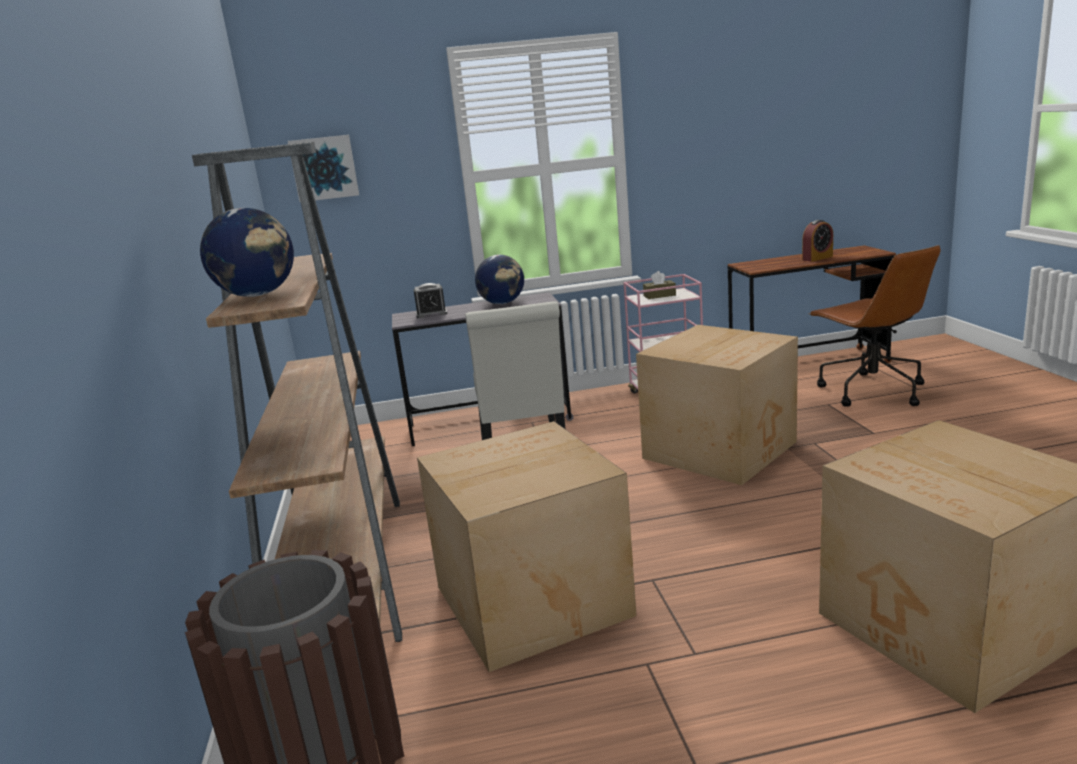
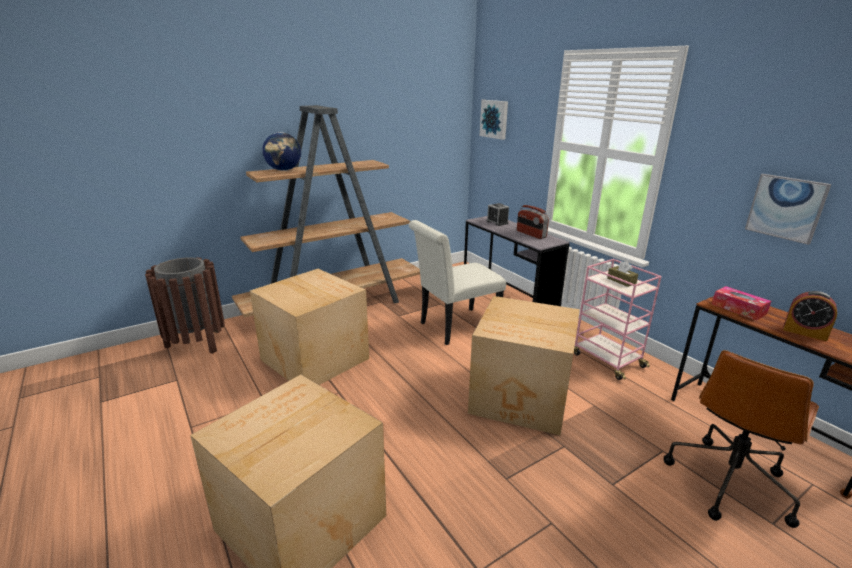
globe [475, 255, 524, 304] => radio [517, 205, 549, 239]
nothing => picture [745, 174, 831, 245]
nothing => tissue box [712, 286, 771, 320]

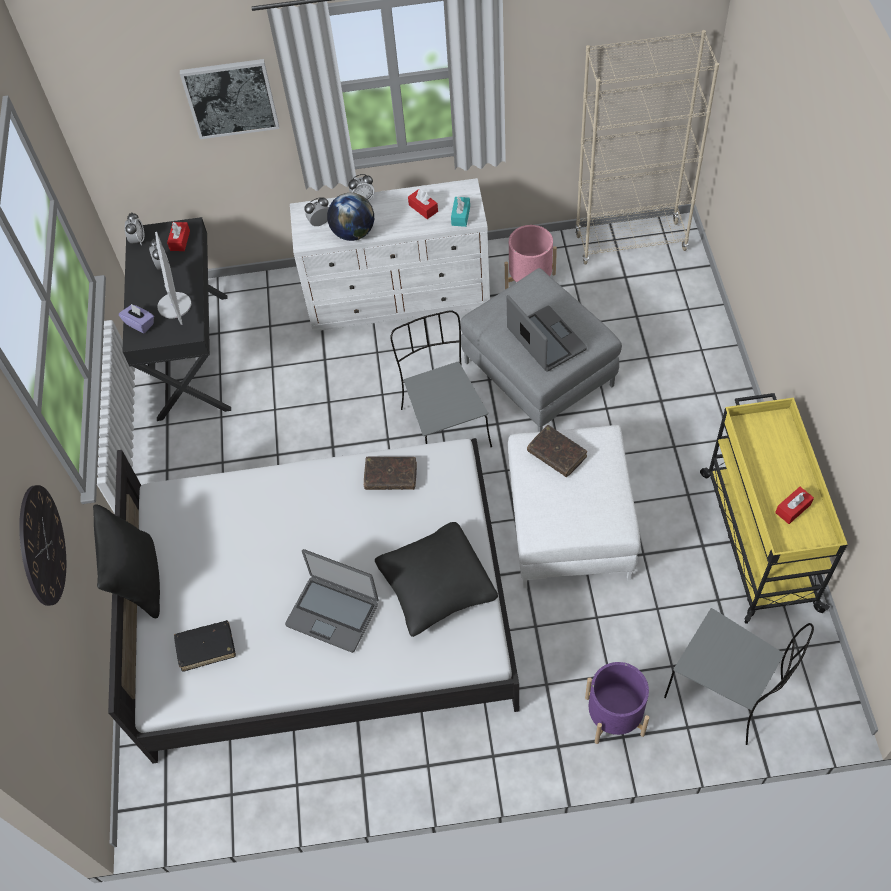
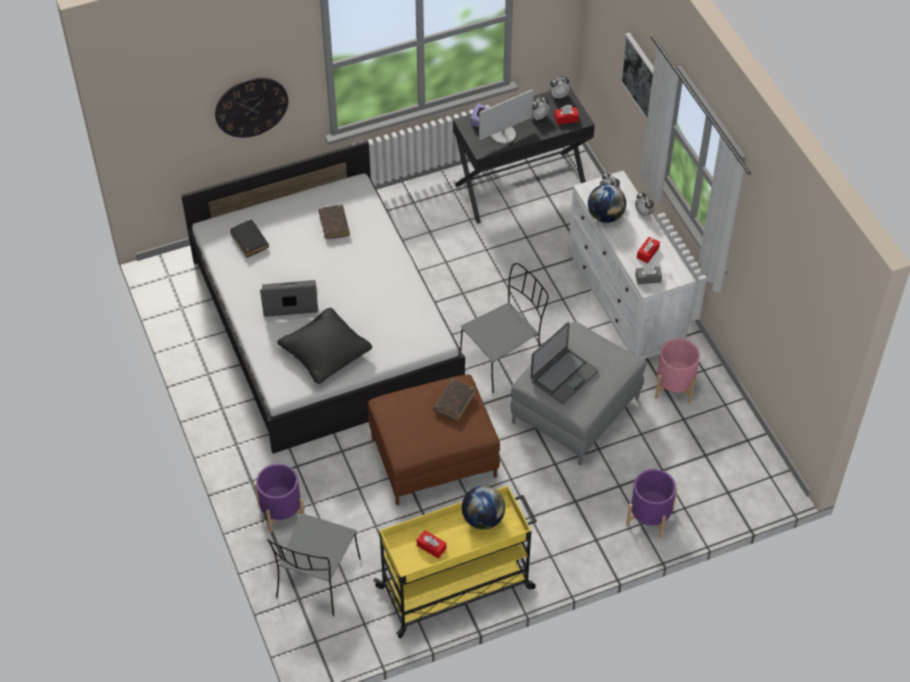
beige bookcase [575, 30, 719, 265] => nothing
turquoise tissue box [451, 197, 470, 227] => grey tissue box [635, 264, 662, 285]
white ottoman [508, 425, 641, 588] => brown ottoman [368, 374, 500, 505]
brown book [364, 457, 417, 490] => brown book [318, 205, 350, 239], moved
black pillow [93, 504, 160, 618] => nothing
laptop [285, 549, 378, 653] => laptop [260, 280, 318, 317], 75 degrees clockwise
nothing => purple planter [626, 469, 677, 538]
nothing => globe [462, 486, 505, 530]

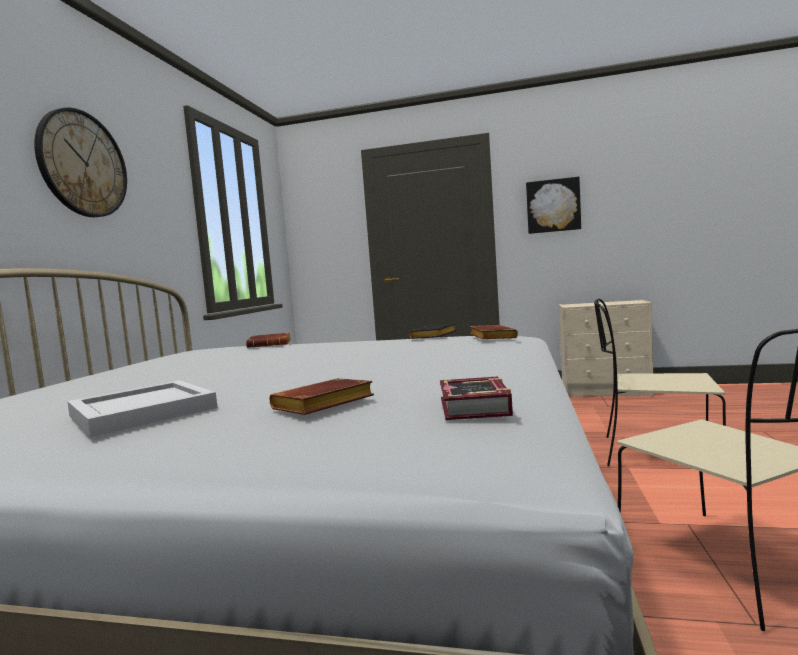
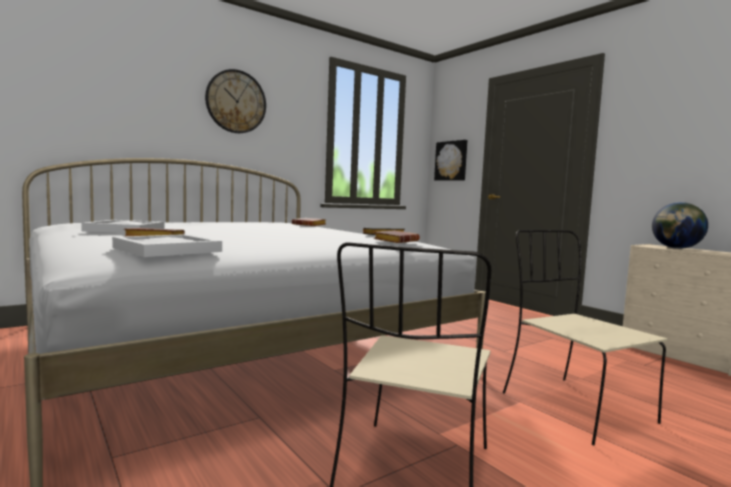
picture [526, 177, 581, 234] => picture [434, 140, 467, 181], moved
book [440, 376, 513, 420] => white tray [112, 234, 222, 257]
nothing => globe [652, 202, 708, 249]

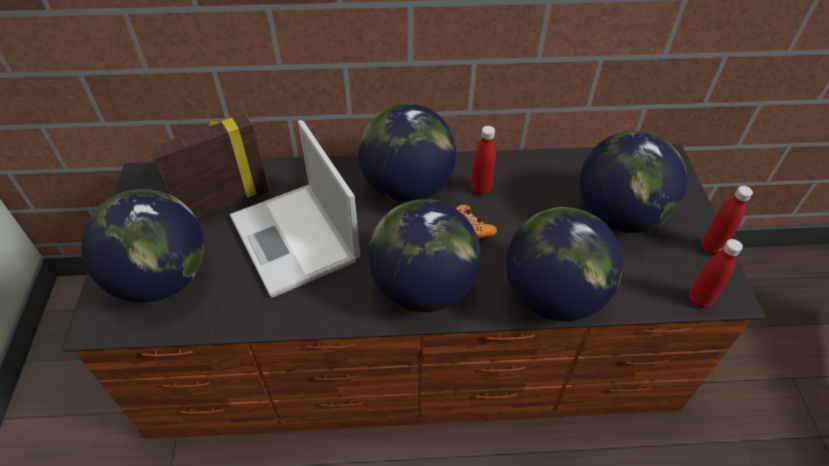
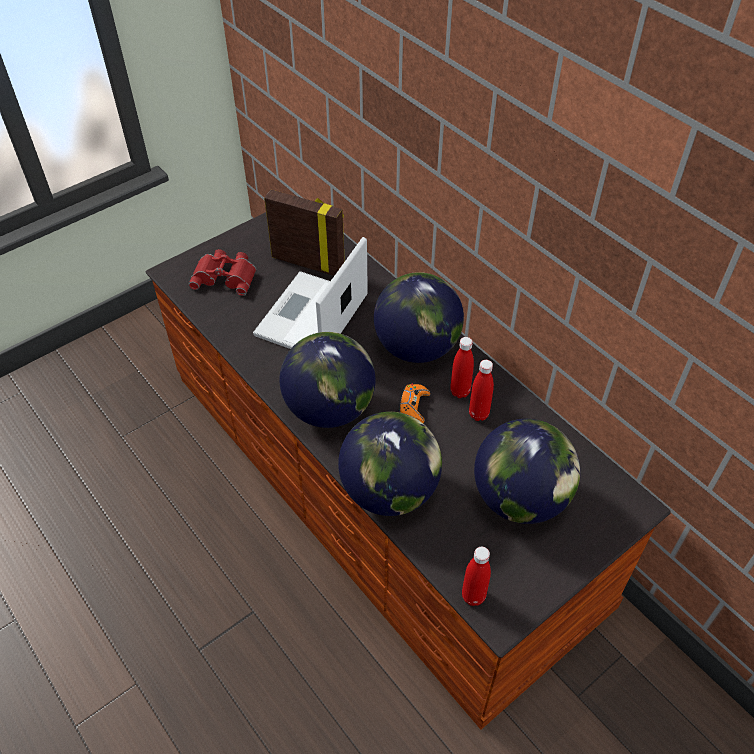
red bottle [701, 186, 753, 255] => red bottle [469, 360, 494, 421], moved
globe [81, 189, 204, 303] => red binoculars [189, 249, 256, 296]

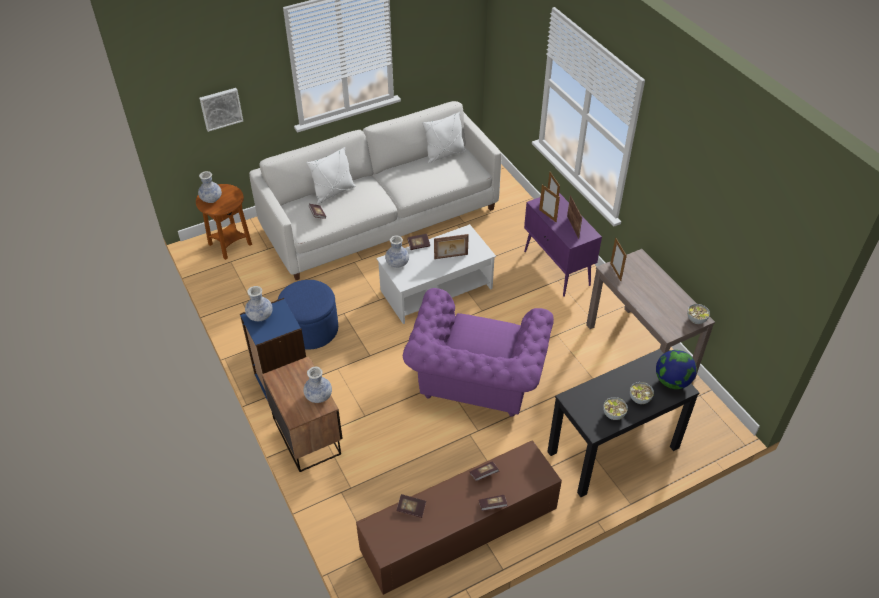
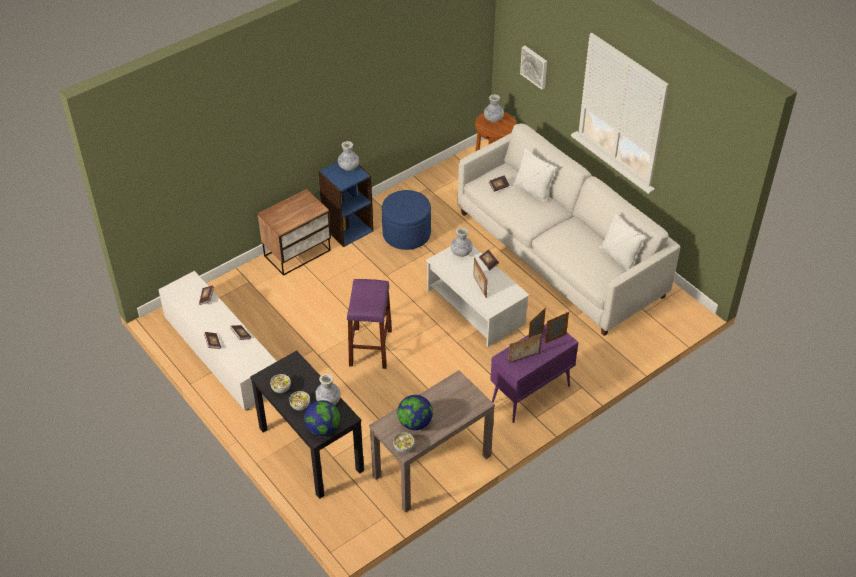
picture frame [610, 237, 627, 281] => nothing
purple armchair [403, 288, 554, 417] => purple stool [347, 279, 392, 369]
vase [303, 367, 332, 403] => vase [315, 373, 341, 405], moved
brown tv stand [356, 440, 562, 595] => white tv stand [158, 271, 277, 411]
nothing => globe [397, 395, 433, 430]

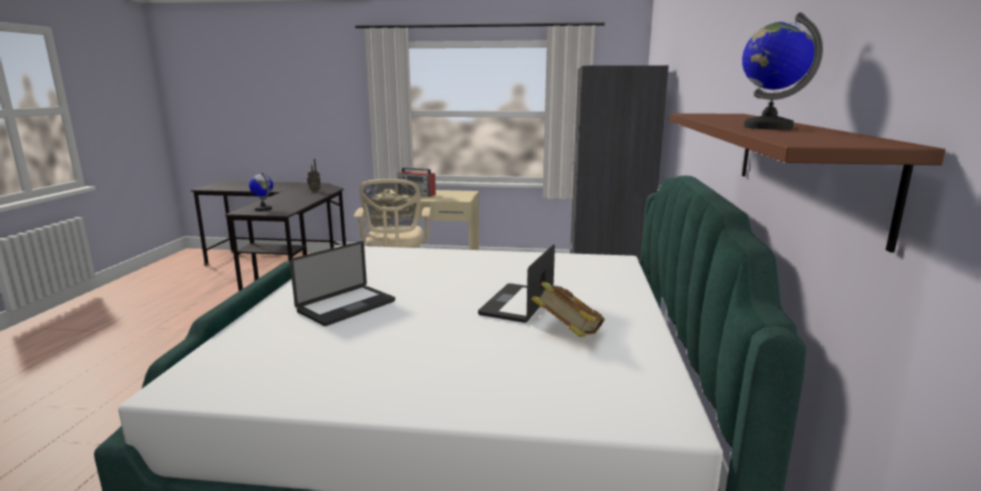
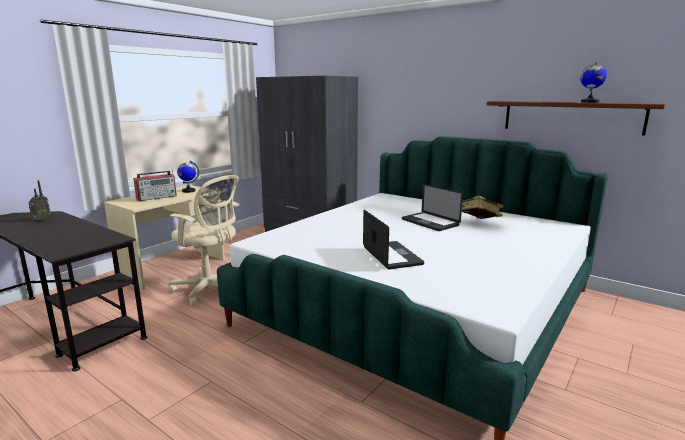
globe [249, 172, 273, 211] => globe [177, 160, 199, 193], moved

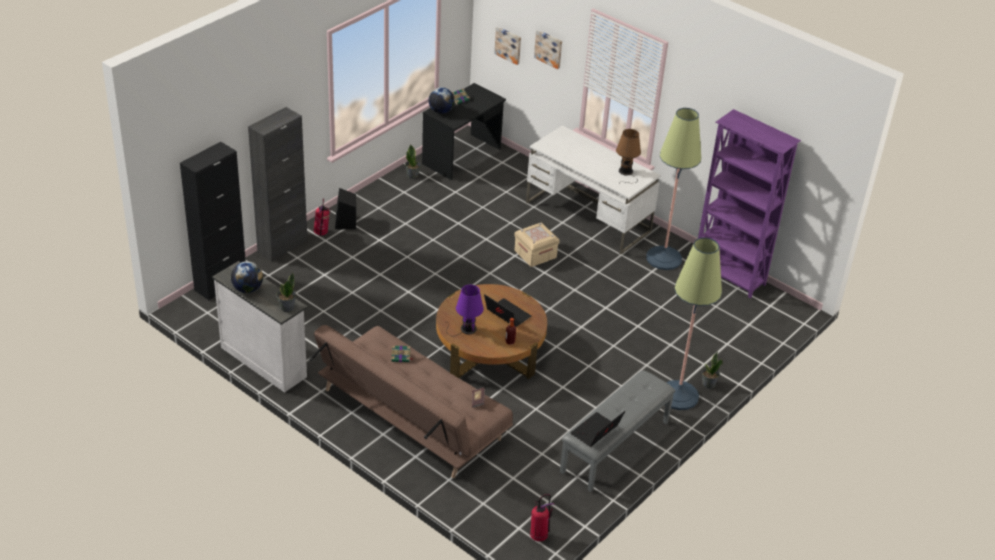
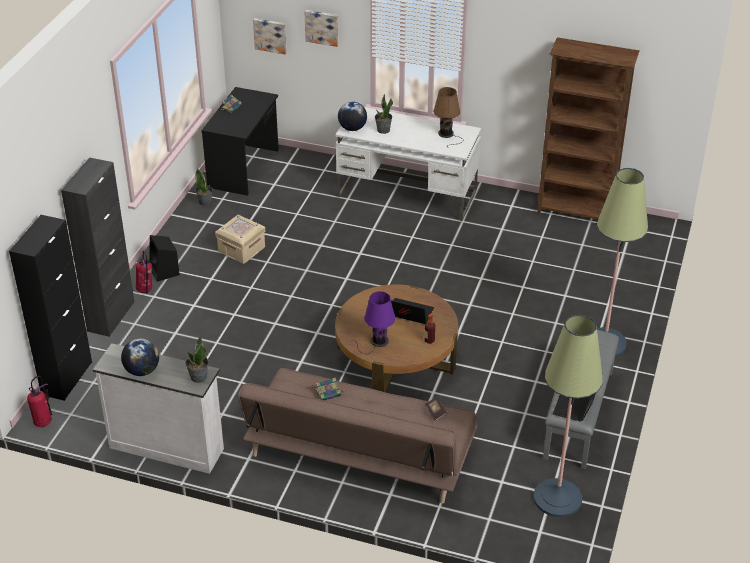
globe [428, 87, 455, 114] => globe [338, 102, 367, 131], moved
floor lamp [646, 108, 701, 270] => floor lamp [534, 315, 603, 517], moved
purple bookcase [698, 109, 801, 298] => brown bookcase [537, 37, 640, 220]
beige storage box [514, 223, 560, 267] => beige storage box [215, 215, 265, 264], moved
potted plant [702, 352, 723, 389] => potted plant [375, 94, 393, 134], moved
fire extinguisher [530, 494, 555, 541] => fire extinguisher [27, 376, 52, 427], moved

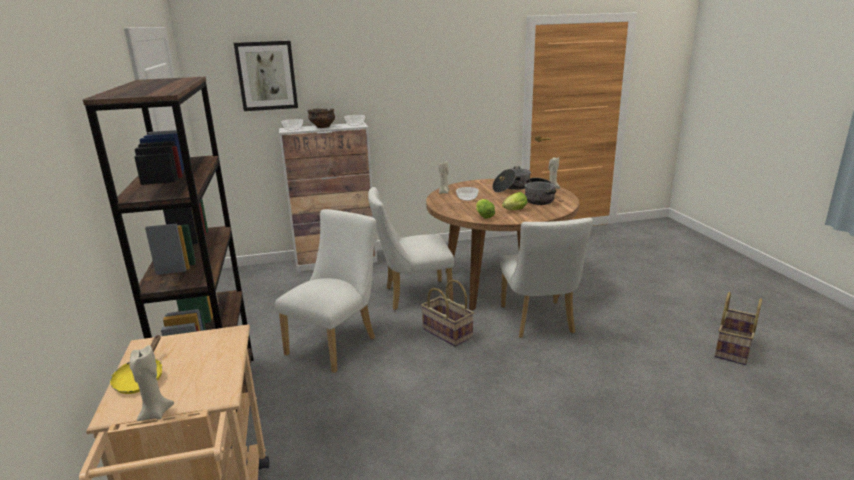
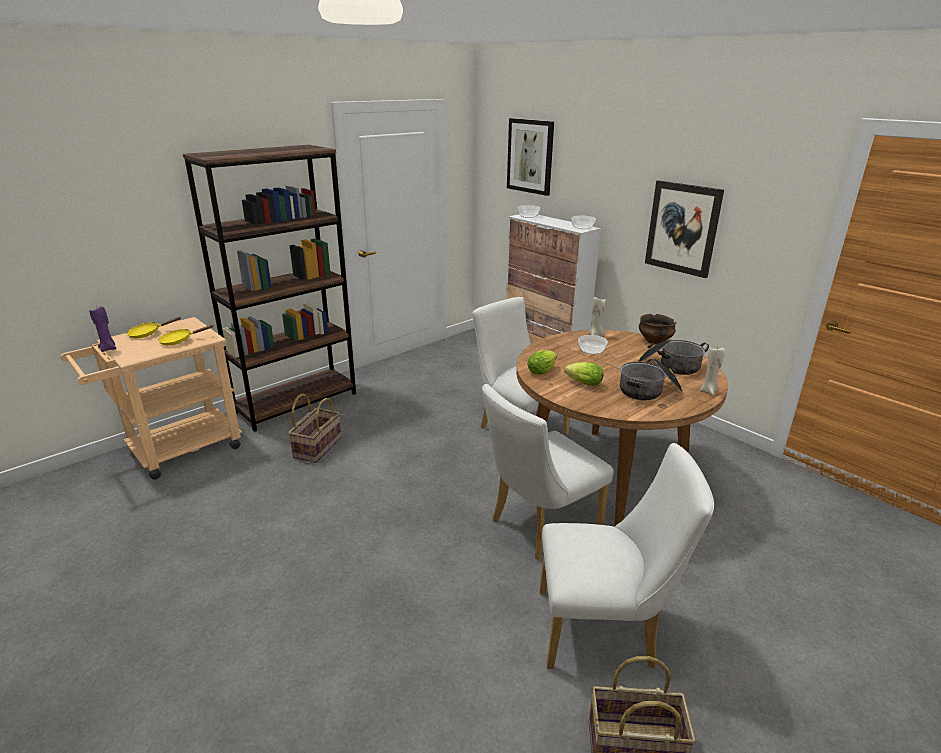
bowl [308, 109, 335, 128] => bowl [639, 314, 676, 344], moved
white chair [275, 209, 376, 373] => white chair [540, 443, 714, 669], moved
basket [421, 280, 474, 347] => basket [288, 393, 342, 463], moved
beige candle [129, 345, 174, 421] => purple candle [89, 306, 117, 352]
nothing => picture [645, 180, 724, 278]
nothing => yellow frying pan [158, 325, 214, 346]

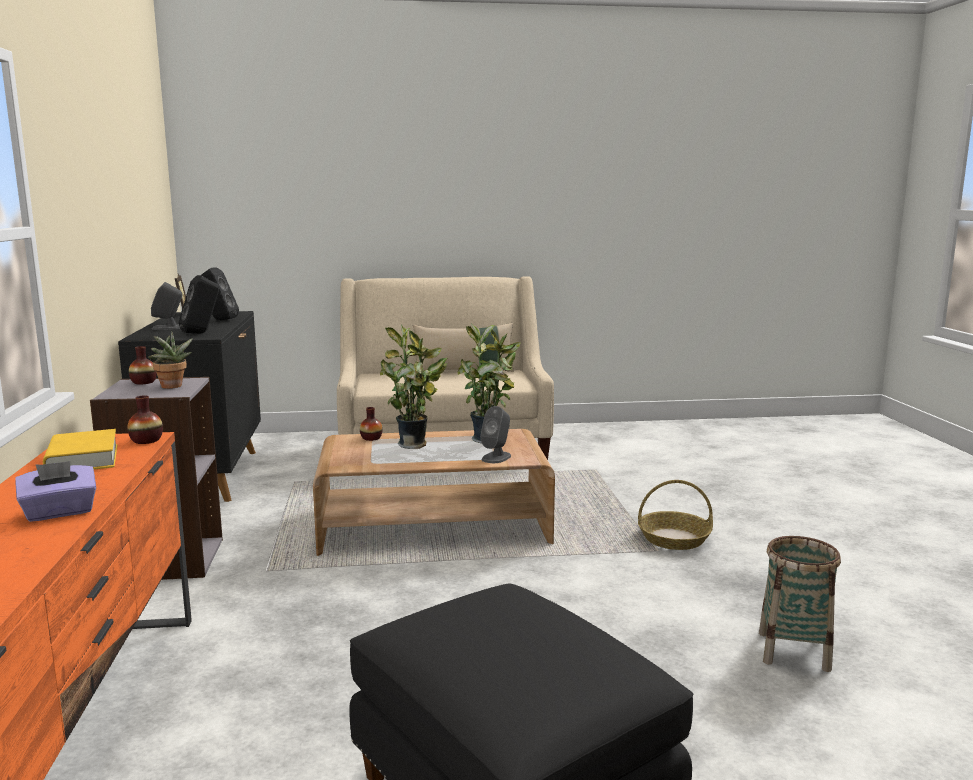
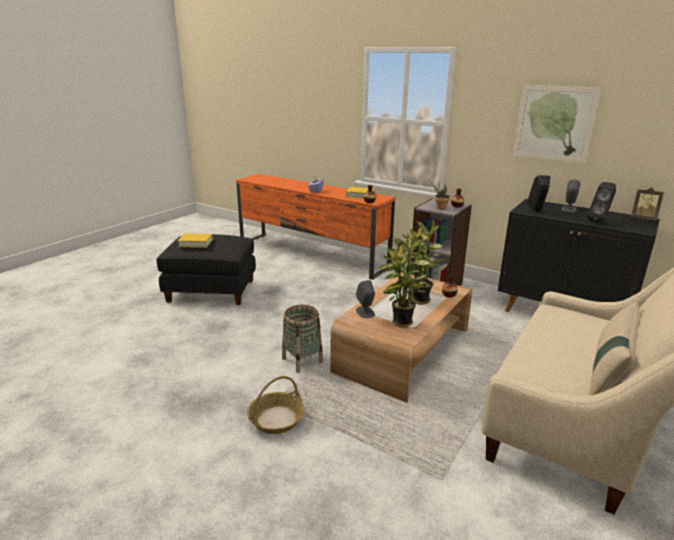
basket [759, 536, 841, 672] => basket [282, 305, 323, 373], moved
nothing => picture [513, 85, 601, 164]
nothing => yellow book [178, 233, 213, 248]

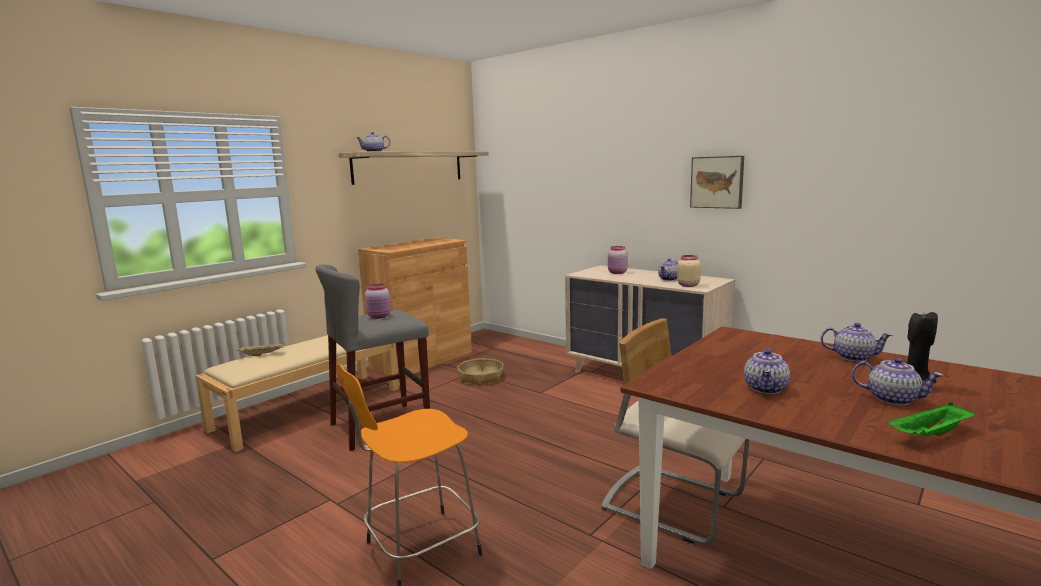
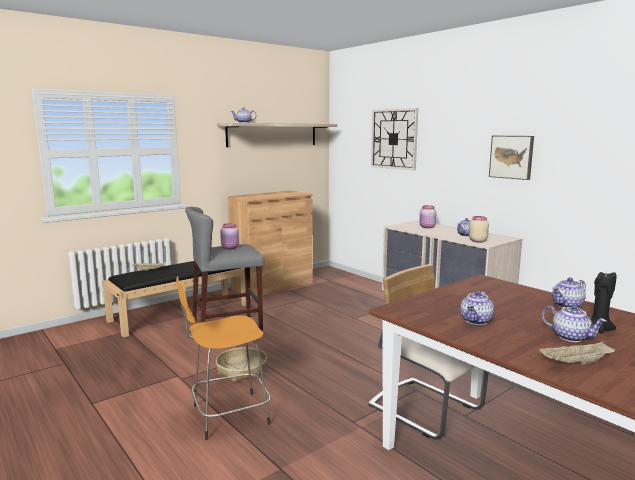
teapot [821, 323, 893, 362] => teapot [552, 277, 586, 308], 120 degrees clockwise
beige bench [195, 335, 399, 452] => black bench [102, 261, 246, 337]
basket [457, 358, 503, 386] => basket [216, 347, 267, 382], moved
green tray [887, 402, 975, 437] => beige tray [539, 342, 615, 365]
nothing => wall clock [371, 108, 418, 170]

